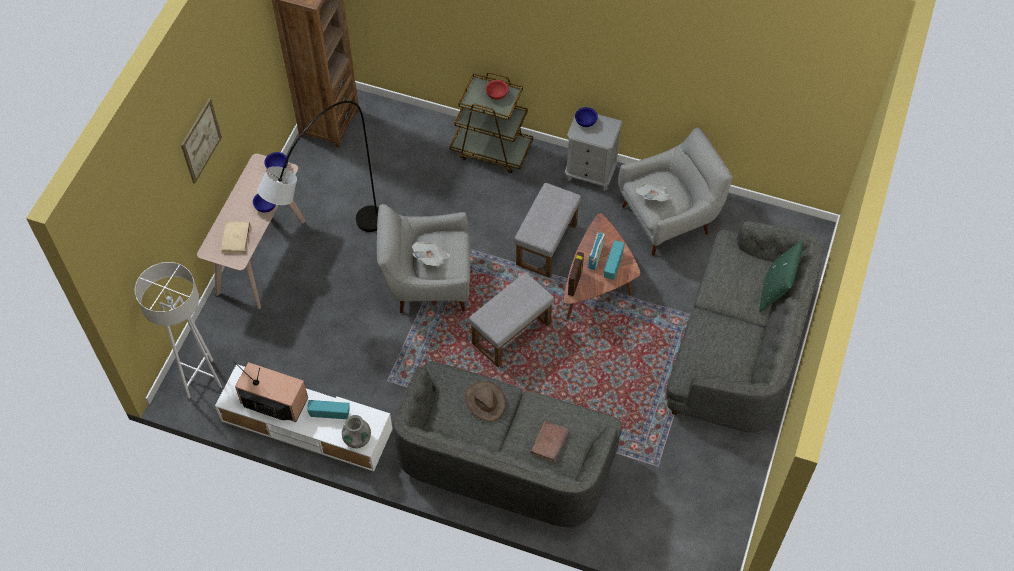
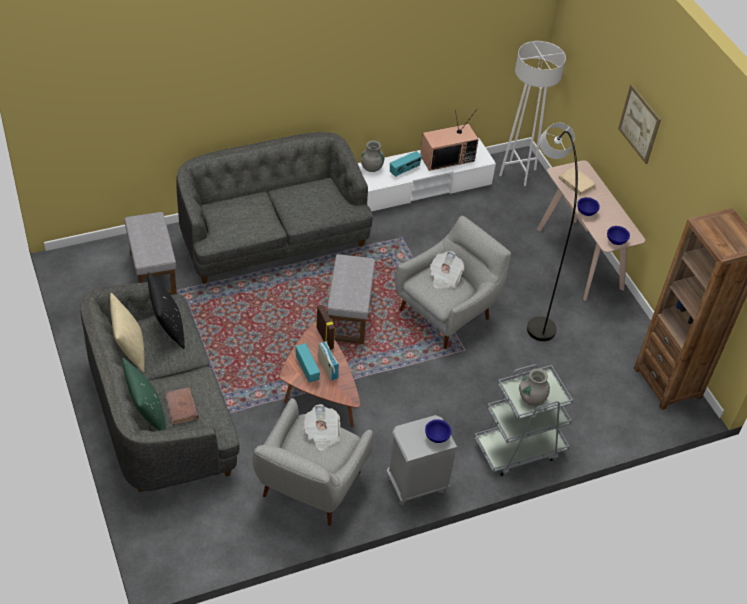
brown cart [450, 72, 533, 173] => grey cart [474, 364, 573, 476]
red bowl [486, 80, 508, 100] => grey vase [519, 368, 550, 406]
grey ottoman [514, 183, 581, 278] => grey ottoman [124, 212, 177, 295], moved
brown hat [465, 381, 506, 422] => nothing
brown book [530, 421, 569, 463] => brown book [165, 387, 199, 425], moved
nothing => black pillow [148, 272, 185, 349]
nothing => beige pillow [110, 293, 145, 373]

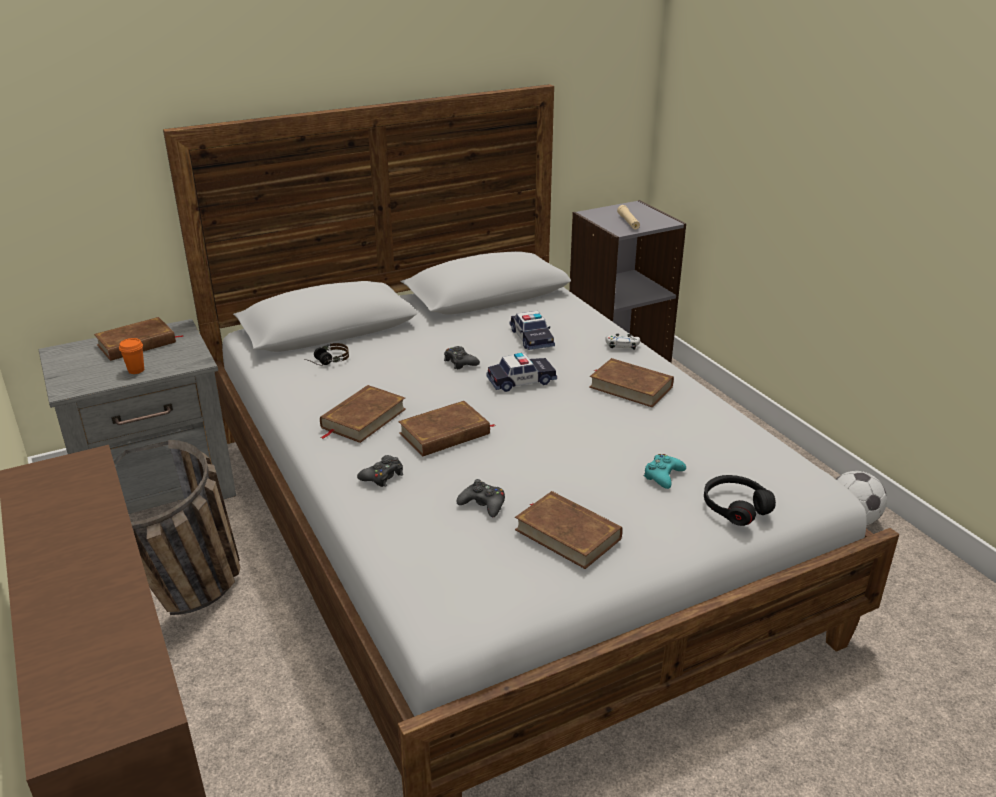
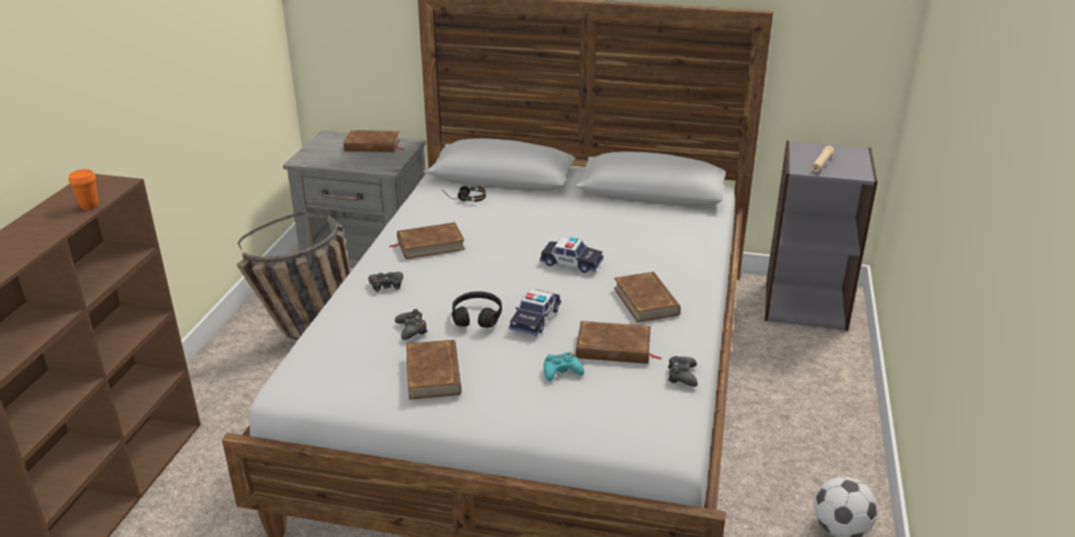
toy car [510, 311, 555, 350] => toy car [509, 289, 561, 336], moved
white game controller [605, 333, 640, 350] => nothing
orange cup [119, 338, 144, 374] => orange cup [68, 169, 99, 210], moved
black game controller [444, 346, 480, 369] => black game controller [668, 356, 698, 387], moved
brown book [398, 401, 495, 457] => brown book [576, 321, 662, 364], moved
black headphones [704, 475, 776, 526] => black headphones [452, 292, 502, 328], moved

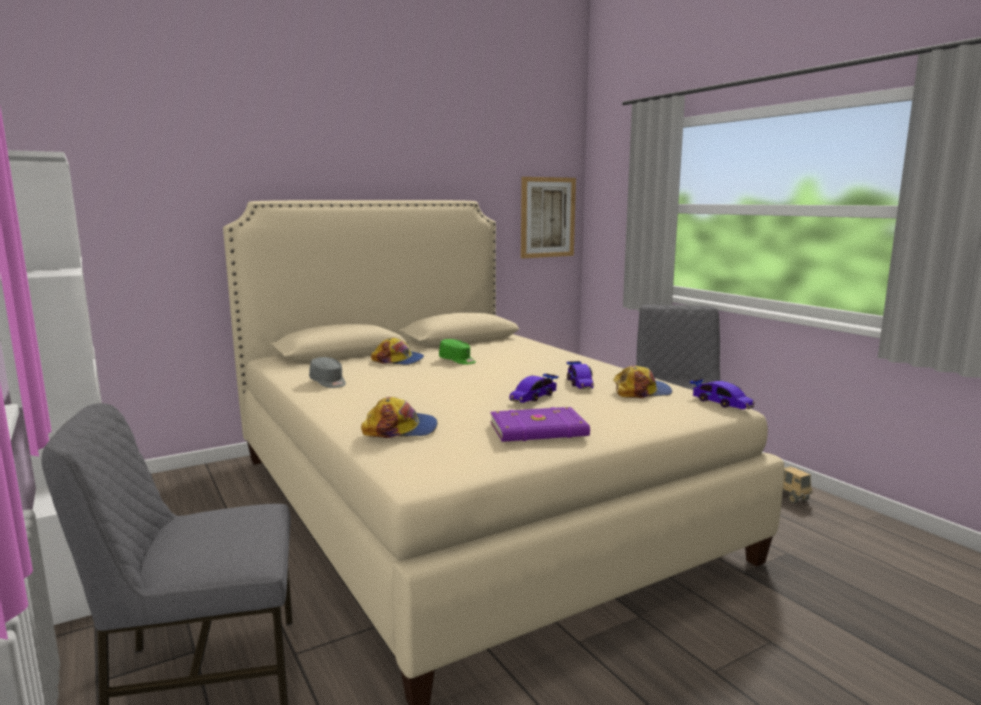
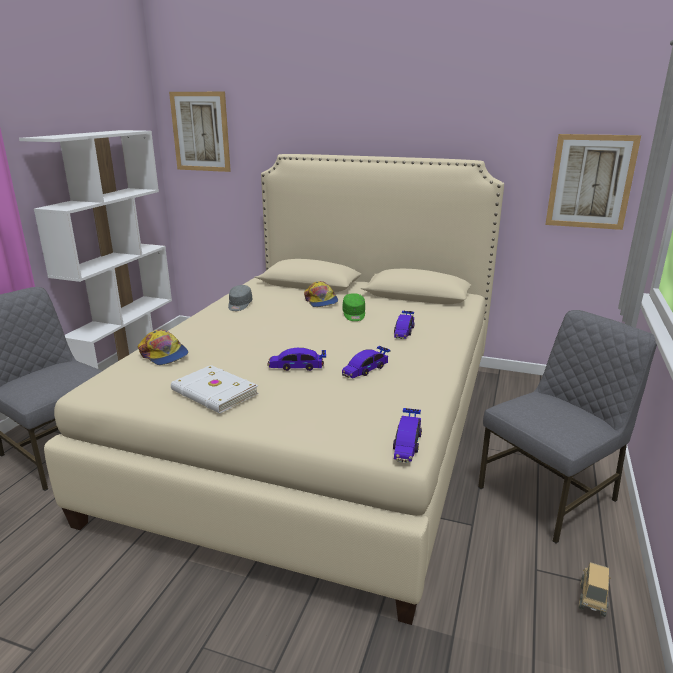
cap [613, 365, 672, 398] => nothing
purple book [490, 407, 590, 442] => white book [171, 365, 259, 413]
nothing => picture [169, 92, 231, 172]
nothing => toy car [394, 311, 414, 339]

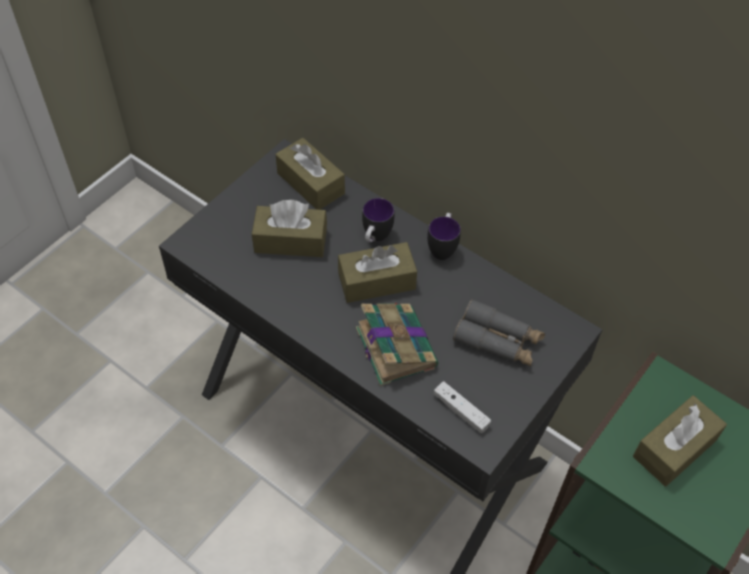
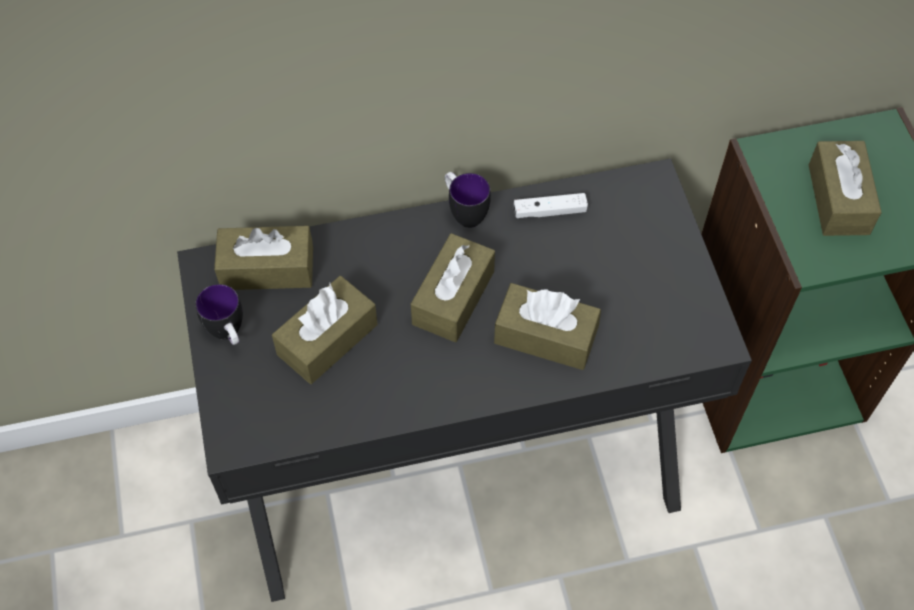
mug [362, 198, 395, 242] => mug [195, 284, 243, 345], moved
grey binoculars [453, 299, 545, 366] => nothing
book [356, 302, 438, 386] => brown tissue box [494, 283, 601, 370]
white game controller [434, 381, 491, 433] => white game controller [514, 193, 588, 218], moved

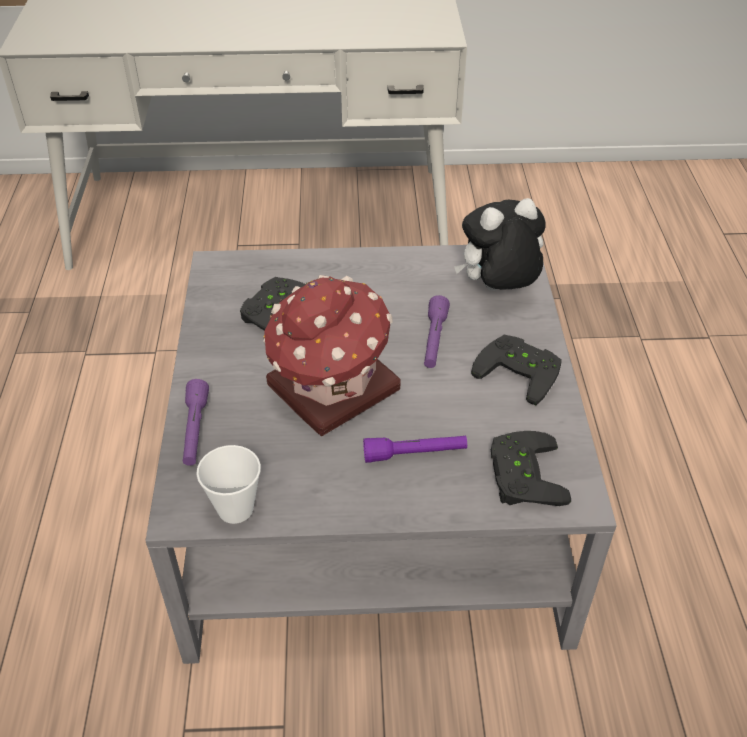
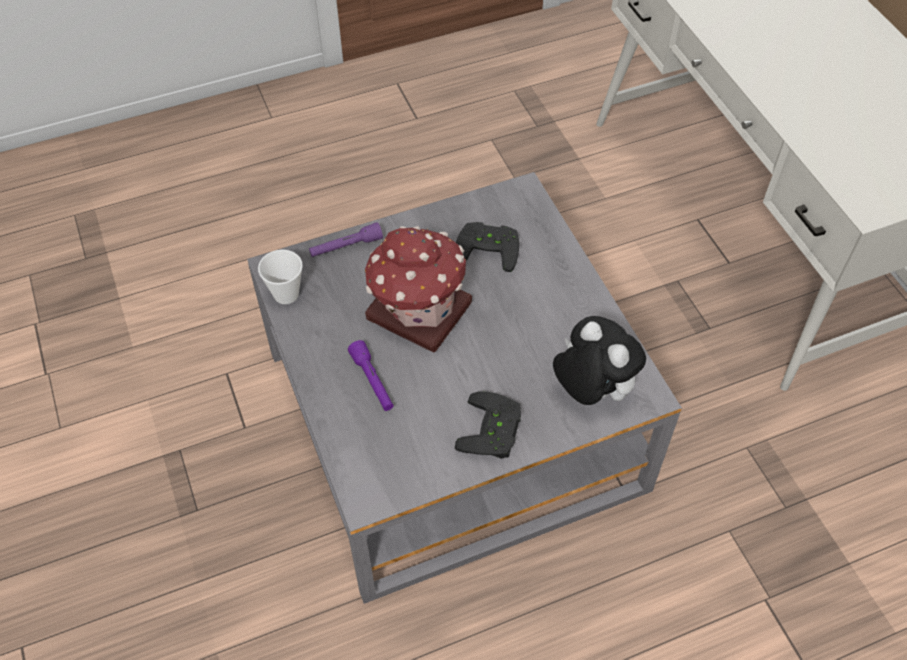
purple flashlight [424, 295, 450, 368] => nothing
black game controller [491, 431, 571, 506] => nothing

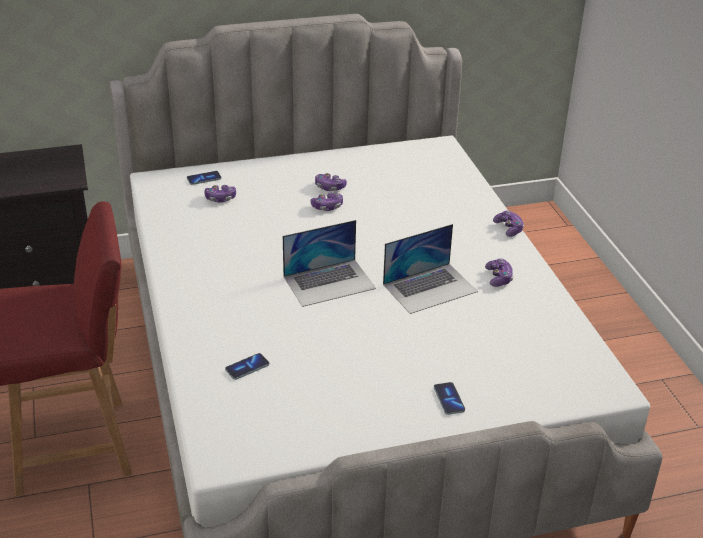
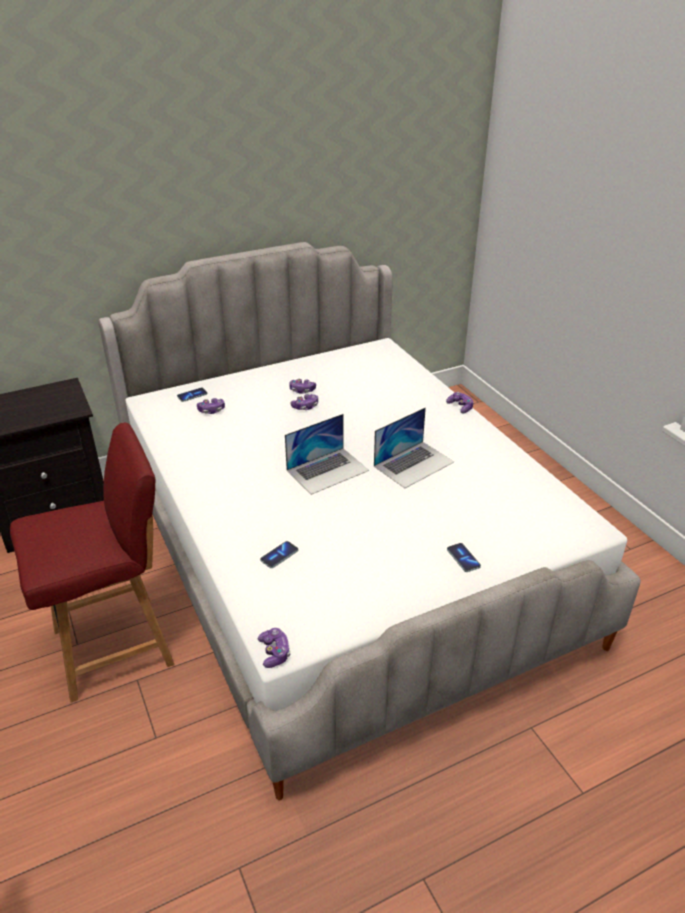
game controller [485, 258, 514, 287] => game controller [258, 628, 291, 668], moved

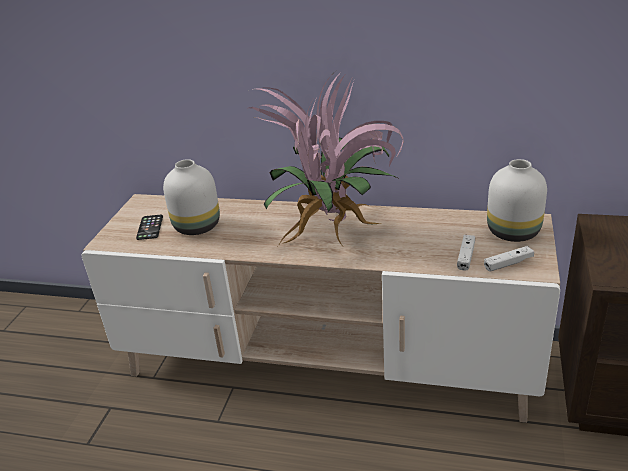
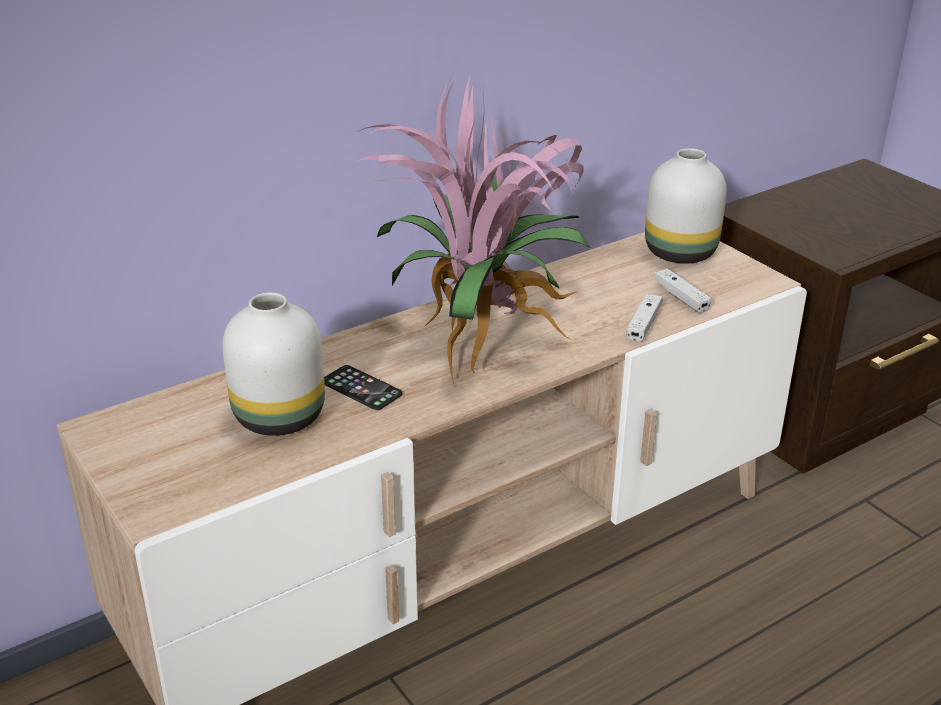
phone [136, 215, 163, 240] => phone [324, 365, 403, 410], moved
white game controller [484, 246, 534, 272] => white game controller [627, 294, 662, 342], moved

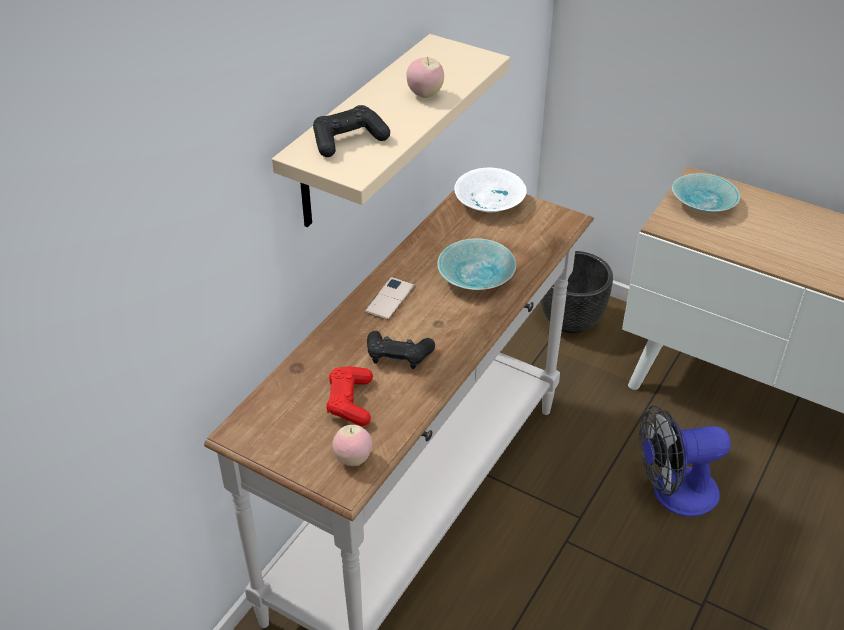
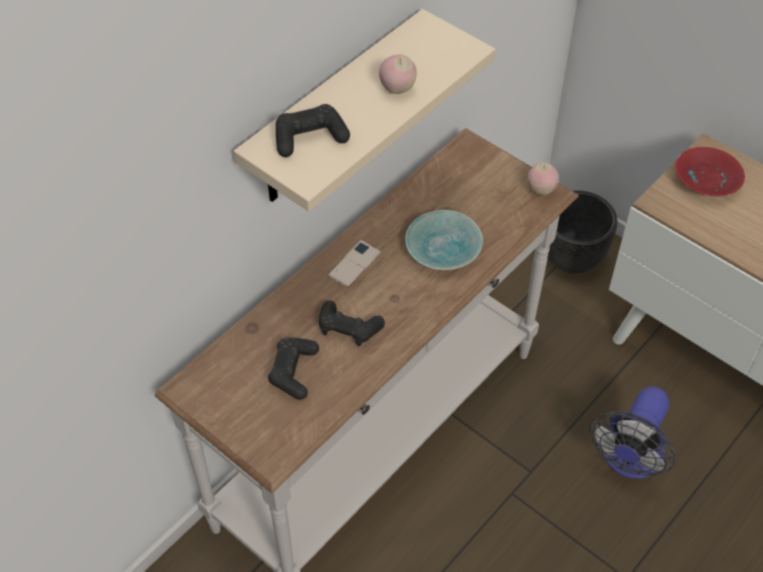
white bowl [454, 168, 527, 213] => nothing
turquoise bowl [672, 173, 740, 212] => red bowl [675, 147, 745, 196]
red game controller [326, 367, 373, 426] => black game controller [268, 338, 319, 400]
fan [639, 405, 731, 517] => fan [589, 387, 676, 479], 60 degrees counterclockwise
apple [332, 425, 372, 466] => apple [527, 163, 559, 195], moved

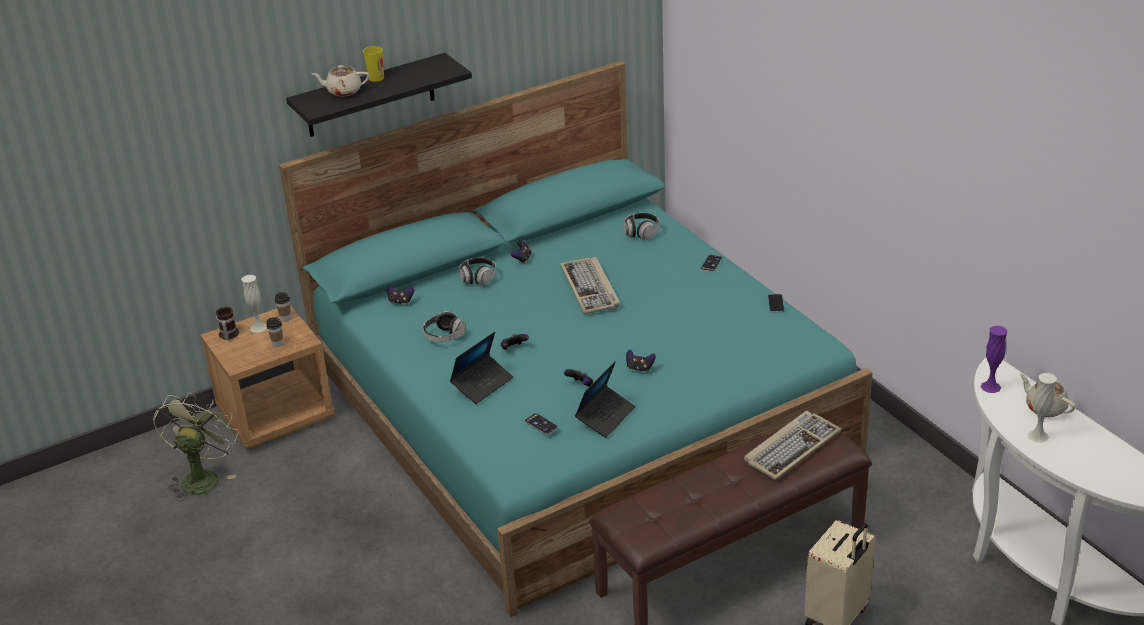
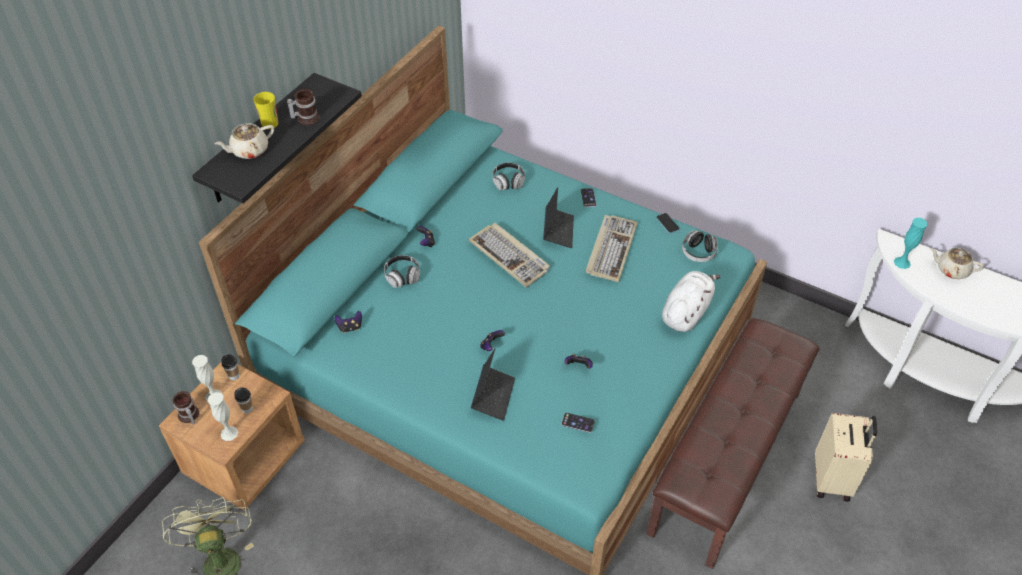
headphones [423, 311, 466, 342] => headphones [682, 230, 718, 262], moved
purple vase [981, 326, 1007, 393] => turquoise vase [894, 218, 928, 269]
game controller [626, 350, 656, 373] => nothing
laptop [575, 362, 636, 438] => laptop [543, 187, 574, 248], moved
white vase [1027, 373, 1057, 443] => white vase [208, 392, 238, 441], moved
keyboard [744, 411, 841, 480] => keyboard [586, 215, 638, 282], moved
nothing => mug [287, 89, 320, 125]
nothing => white plush toy [662, 271, 721, 332]

